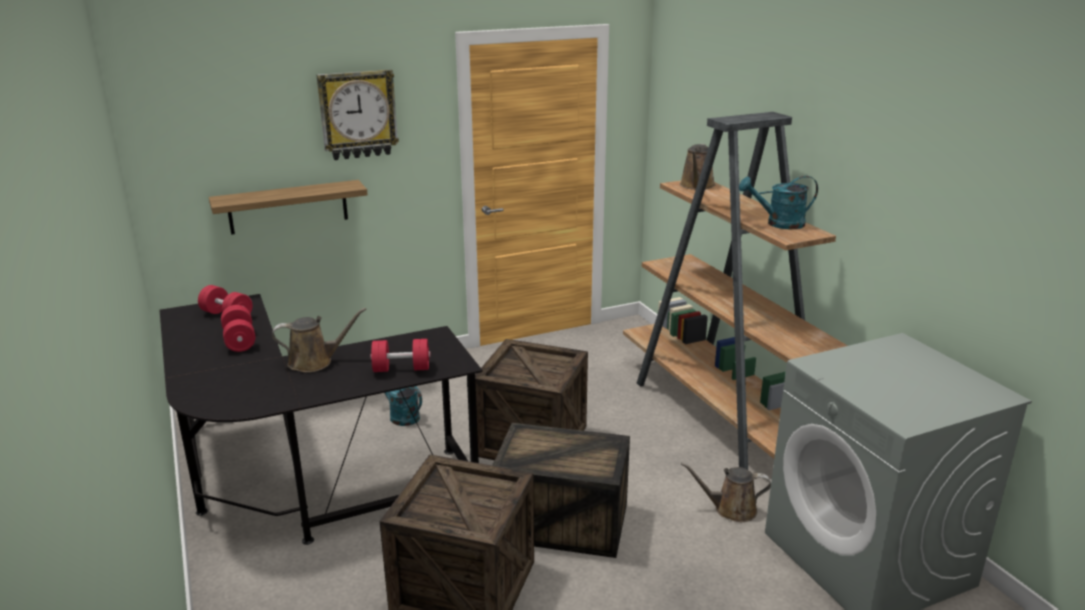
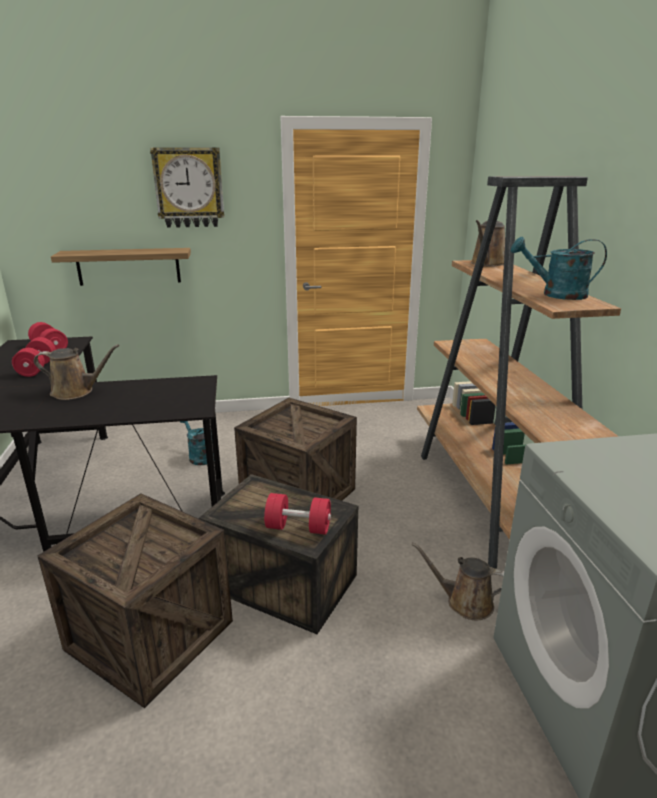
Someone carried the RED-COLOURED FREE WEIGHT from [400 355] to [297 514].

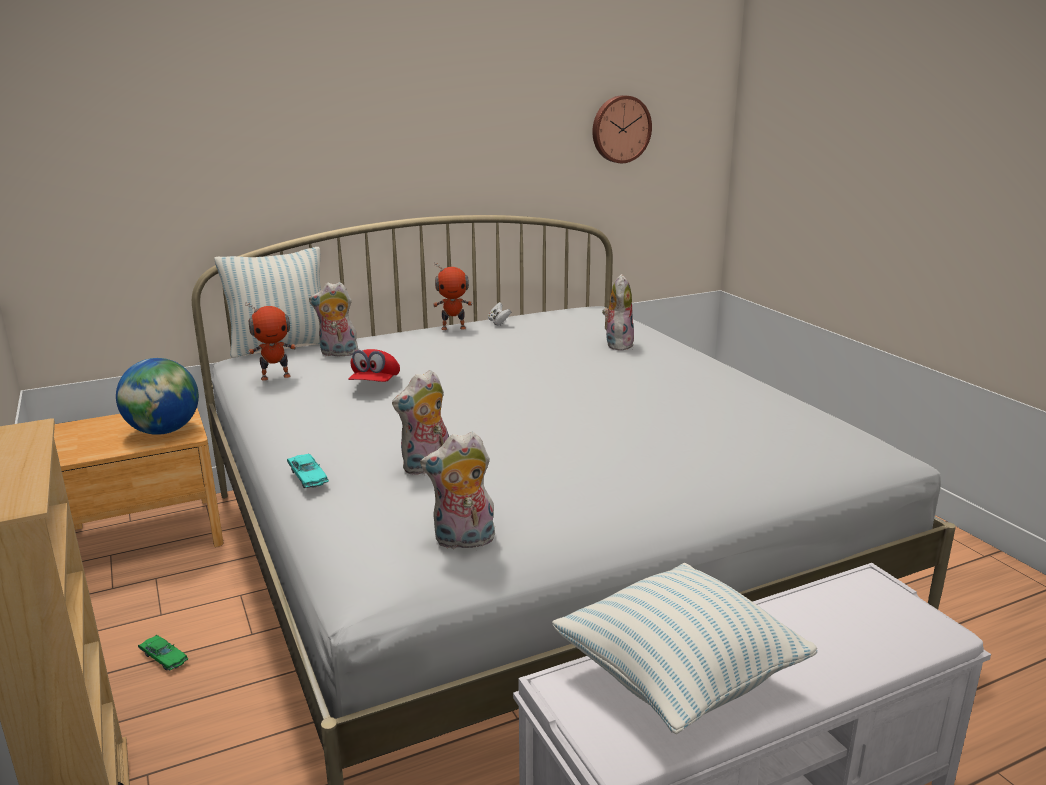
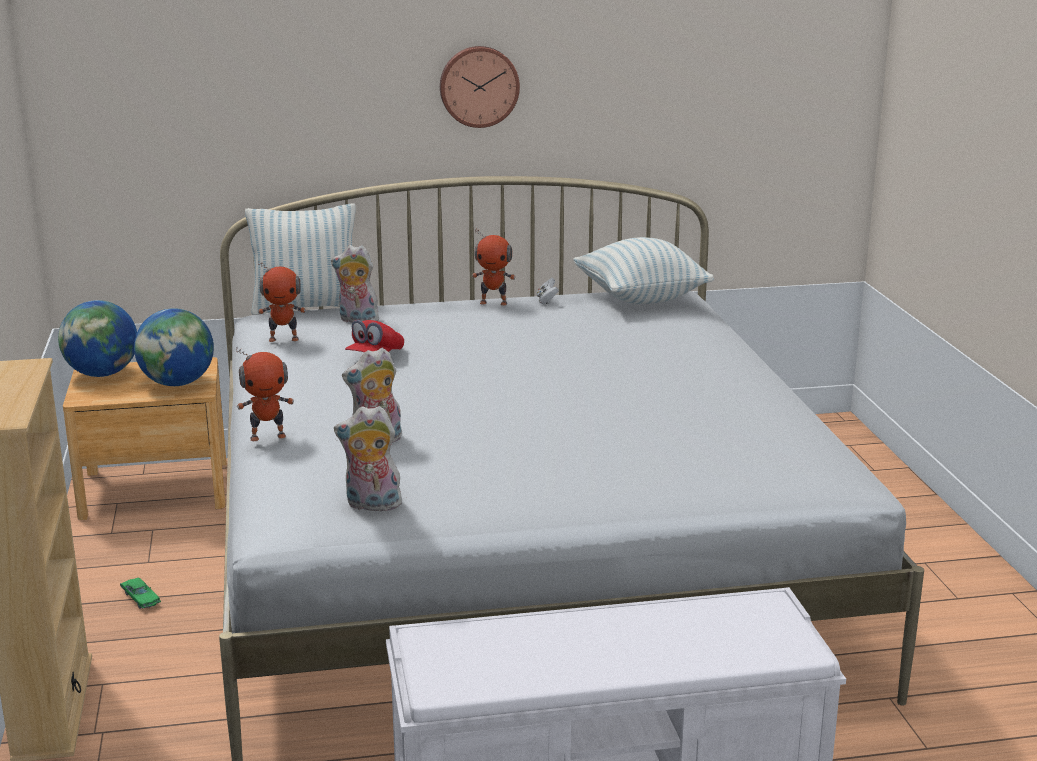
Someone carried the HANGING CLOCK from [622 129] to [480 87].
Someone took away the CUDDLY TOY at [618 312].
Someone swapped the TURQUOISE-COLOURED MINIATURE CAR at [308 471] for the MODEL ROBOT at [265 394].
Someone carried the CUSHION from [684 648] to [643 270].
Someone put down the DESK GLOBE at [97 338].

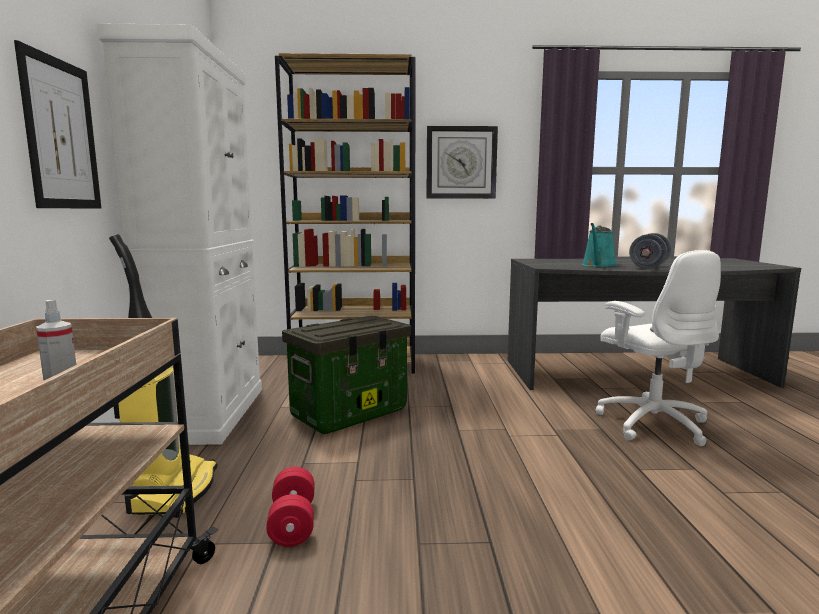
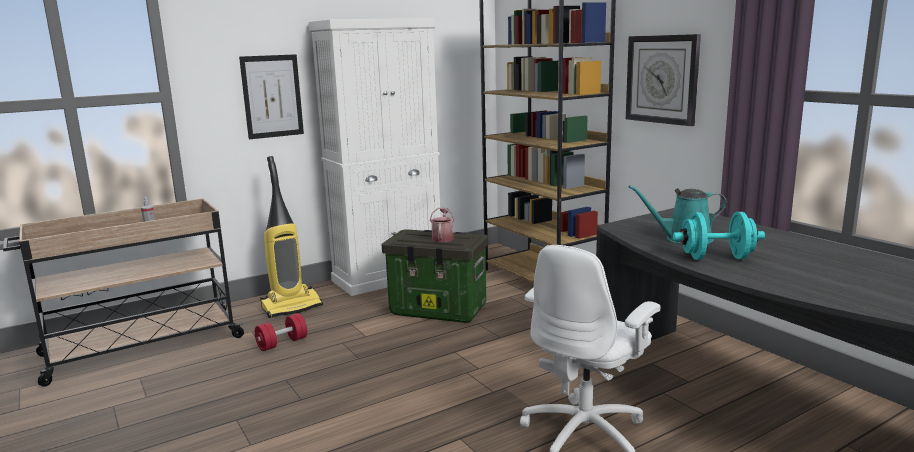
Someone repainted the GREYISH FREE WEIGHT at [650 251], which became the TURQUOISE-COLOURED FREE WEIGHT at [719 236].
Someone put down the SPRINKLING CAN at [442 225].

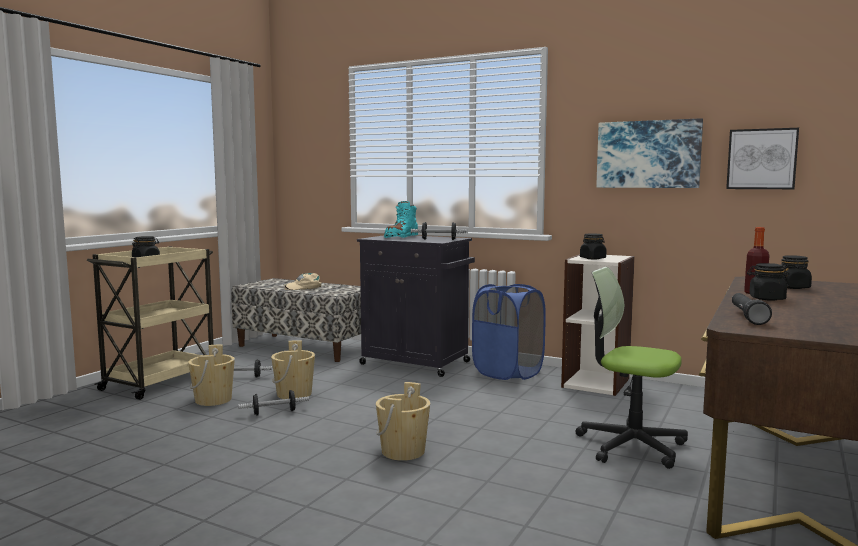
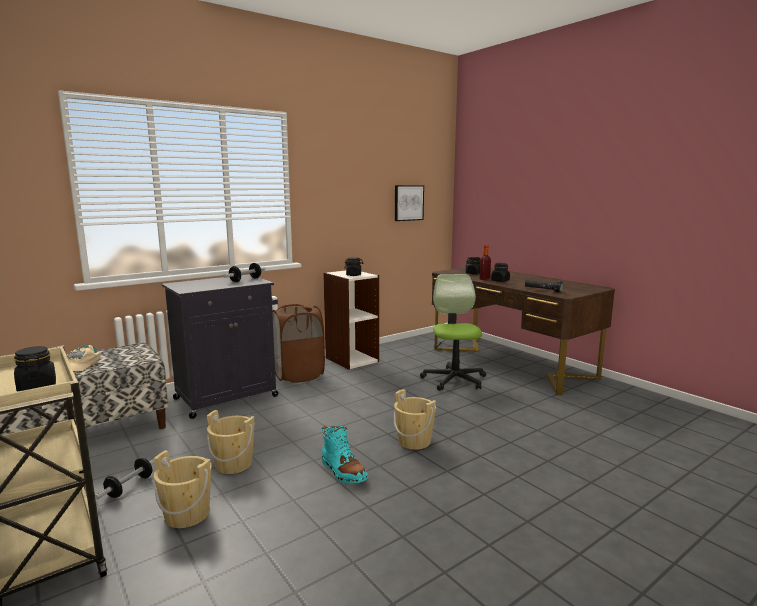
Someone took away the WALL PICTURE at [649 153].
Someone carried the TURQUOISE-COLOURED TALL BOOT from [401 219] to [344 455].
Someone rotated the DESK CHAIR at [632 368] by 120 degrees clockwise.
Someone repainted the BLUISH LAUNDRY BASKET at [509 332], which became the BROWNISH LAUNDRY BASKET at [298 343].
Someone took away the FREE WEIGHT at [273 403].

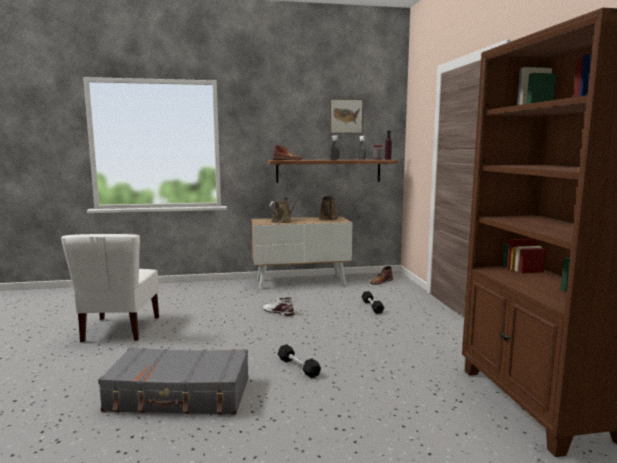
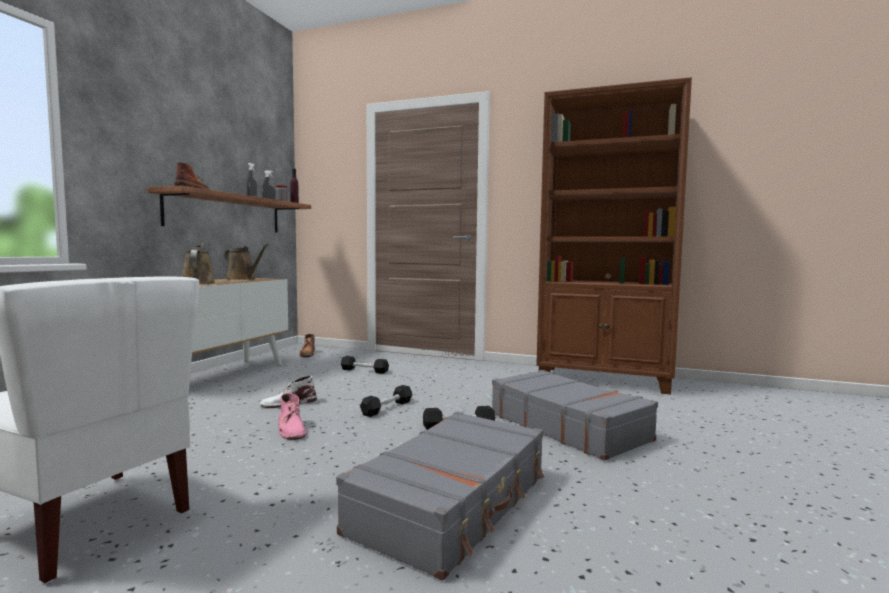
Someone took away the WALL PICTURE at [346 116].
Someone put down the GREYISH SUITCASE at [575 415].
Someone put down the BLACK FREE WEIGHT at [386 401].
Someone put down the PINKISH TALL BOOT at [292 416].

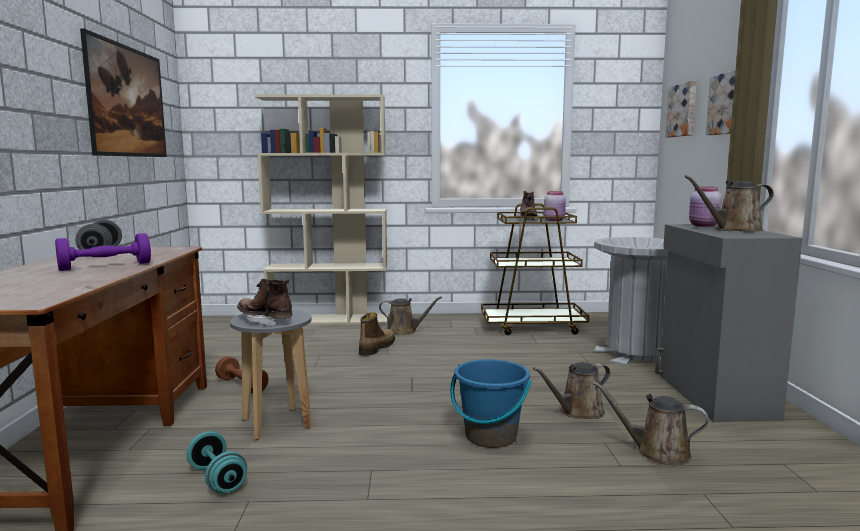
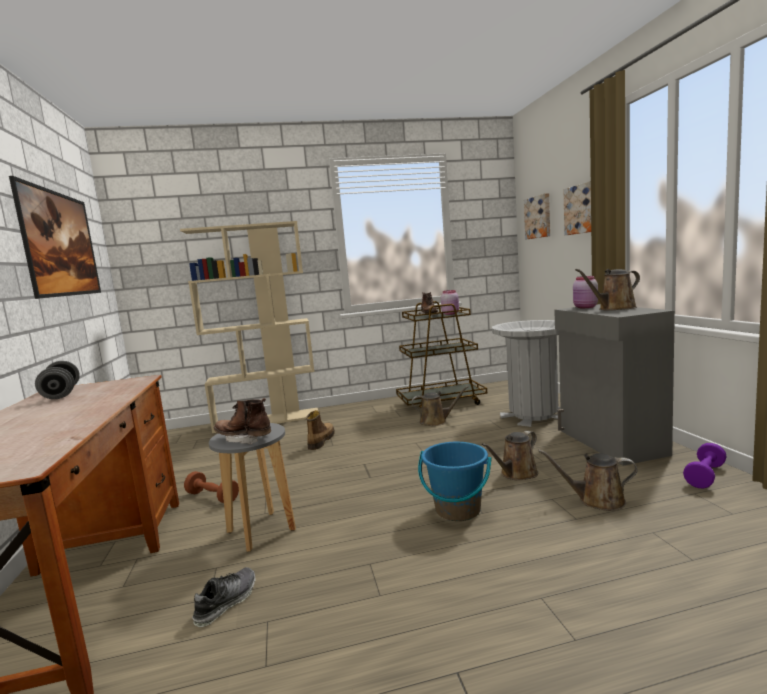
Someone carried the PURPLISH FREE WEIGHT from [103 252] to [705 466].
Someone carried the BROWNISH SPRINKLING CAN from [410 315] to [440 406].
Someone swapped the TURQUOISE-COLOURED FREE WEIGHT at [217 462] for the LOW SHOE at [223 597].

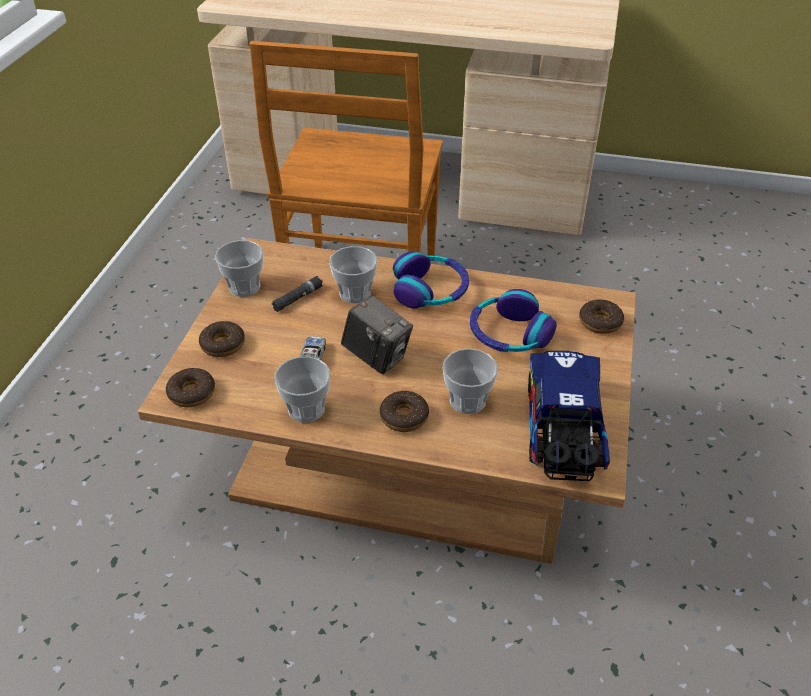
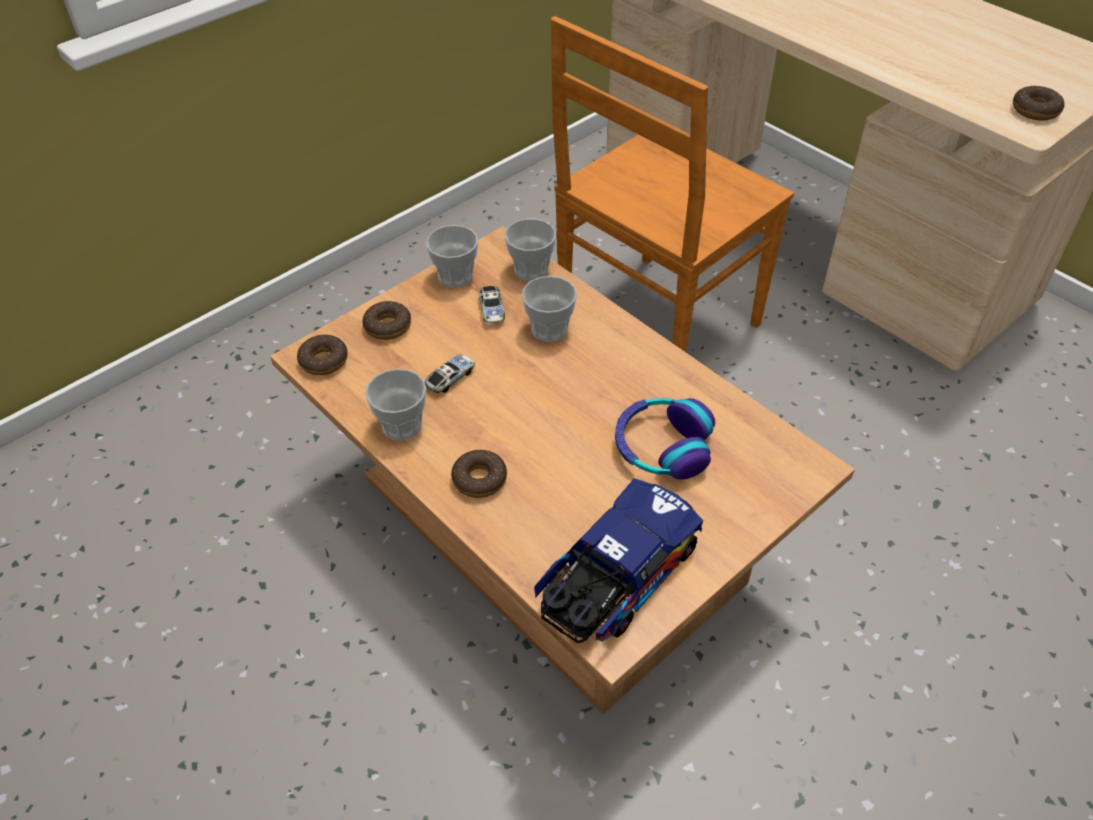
Someone took away the HEADPHONES at [431 280].
Someone swapped the BLACK TORCH at [297 294] for the MINIATURE CAR at [492 304].
Someone took away the PHOTO CAMERA at [377 334].
Someone carried the RING DOUGHNUT from [601 316] to [1039 103].
Someone carried the CUP from [470 381] to [530 250].

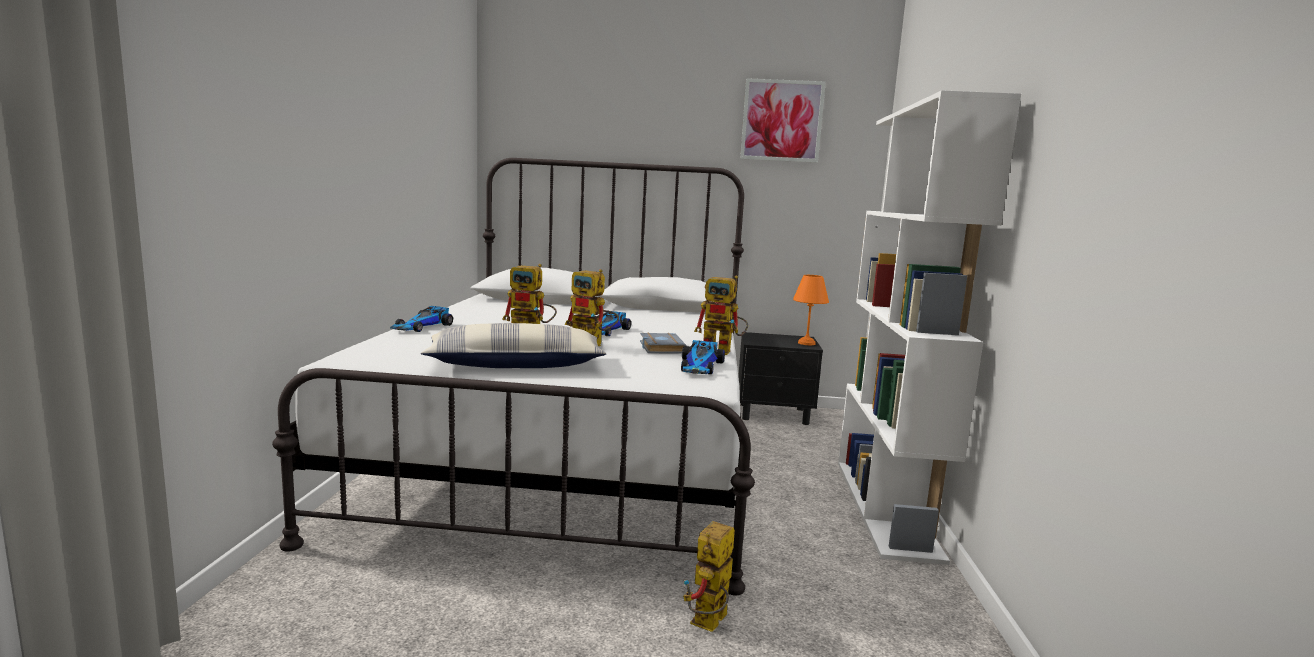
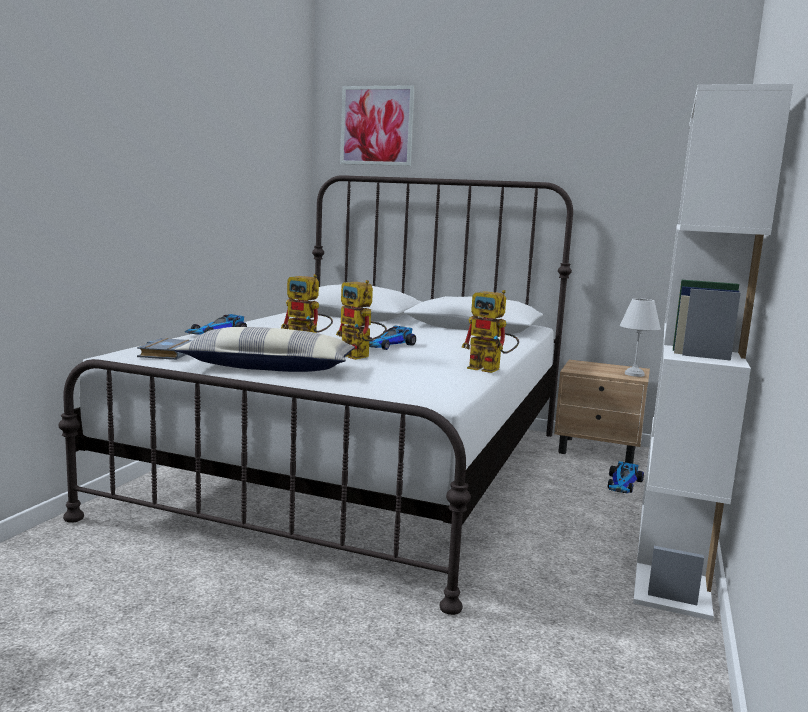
Someone carried the WALL PICTURE from [783 120] to [377 125].
Someone repainted the ORANGE-COLOURED TABLETOP LAMP at [811 310], which became the WHITE-COLOURED TABLETOP LAMP at [640 337].
Someone repainted the BLACK NIGHT TABLE at [780 378], which became the SAND-COLOURED NIGHT TABLE at [602 412].
Someone carried the GREYISH BOOK from [663 343] to [164 349].
Someone carried the MINIATURE CAR from [703 357] to [626 477].
Someone took away the MODEL ROBOT at [709 576].

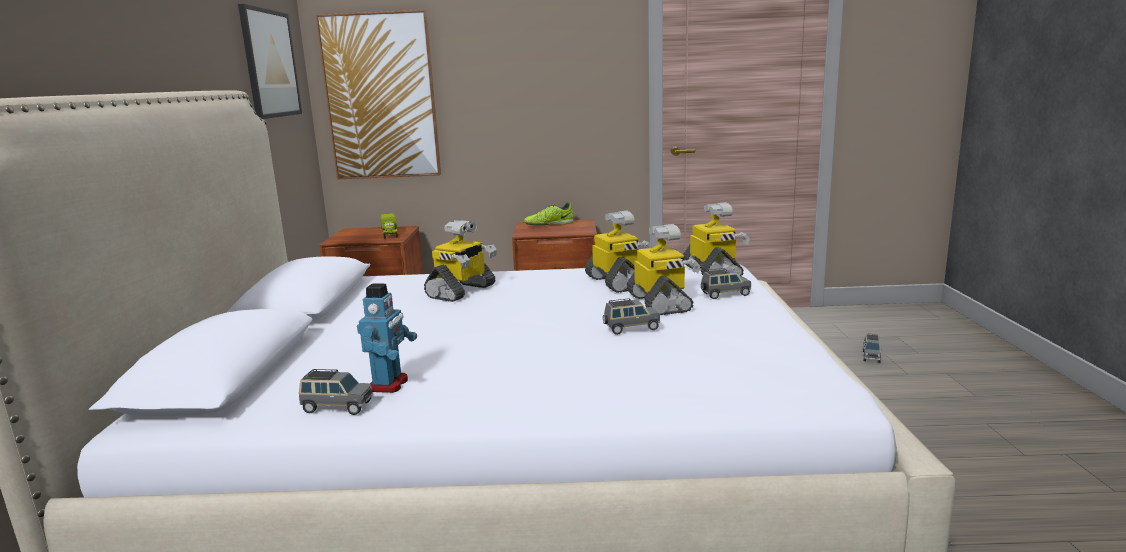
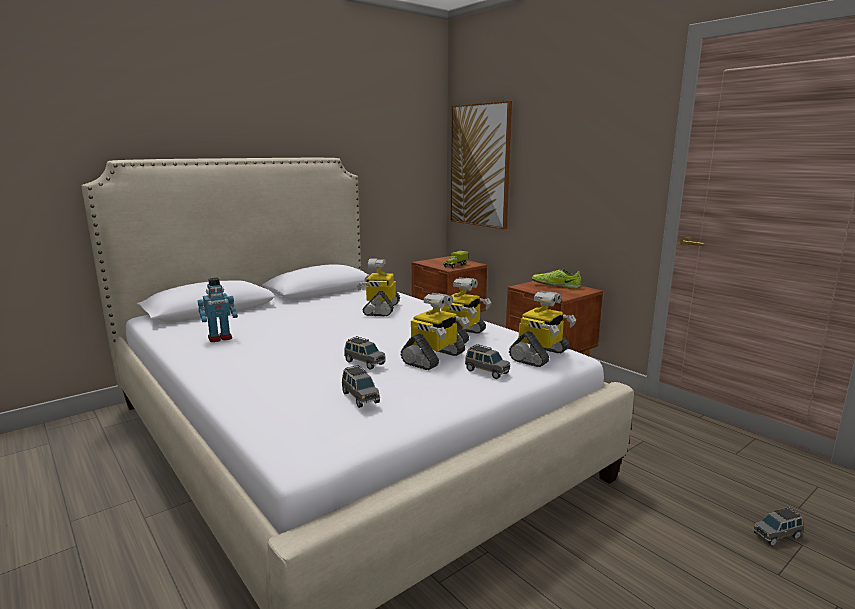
Someone took away the WALL PICTURE at [270 61].
Someone rotated the MODEL ROBOT at [460 261] by 105 degrees clockwise.
Someone carried the GREYISH MINIATURE CAR from [336 392] to [361 386].

